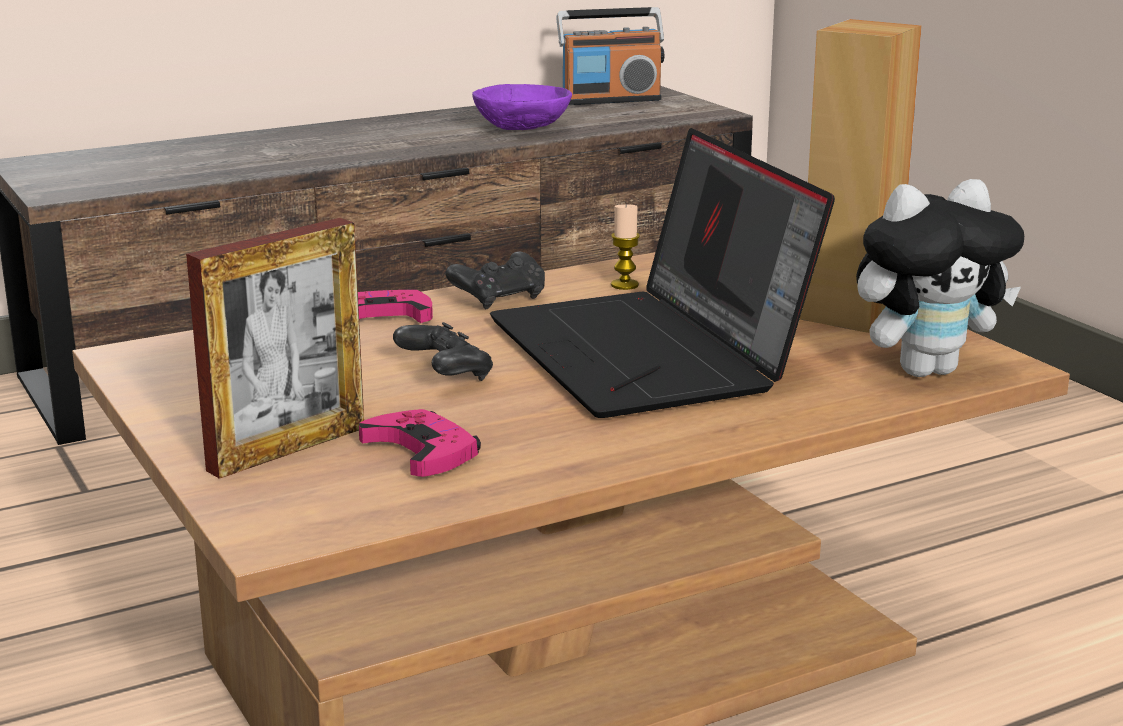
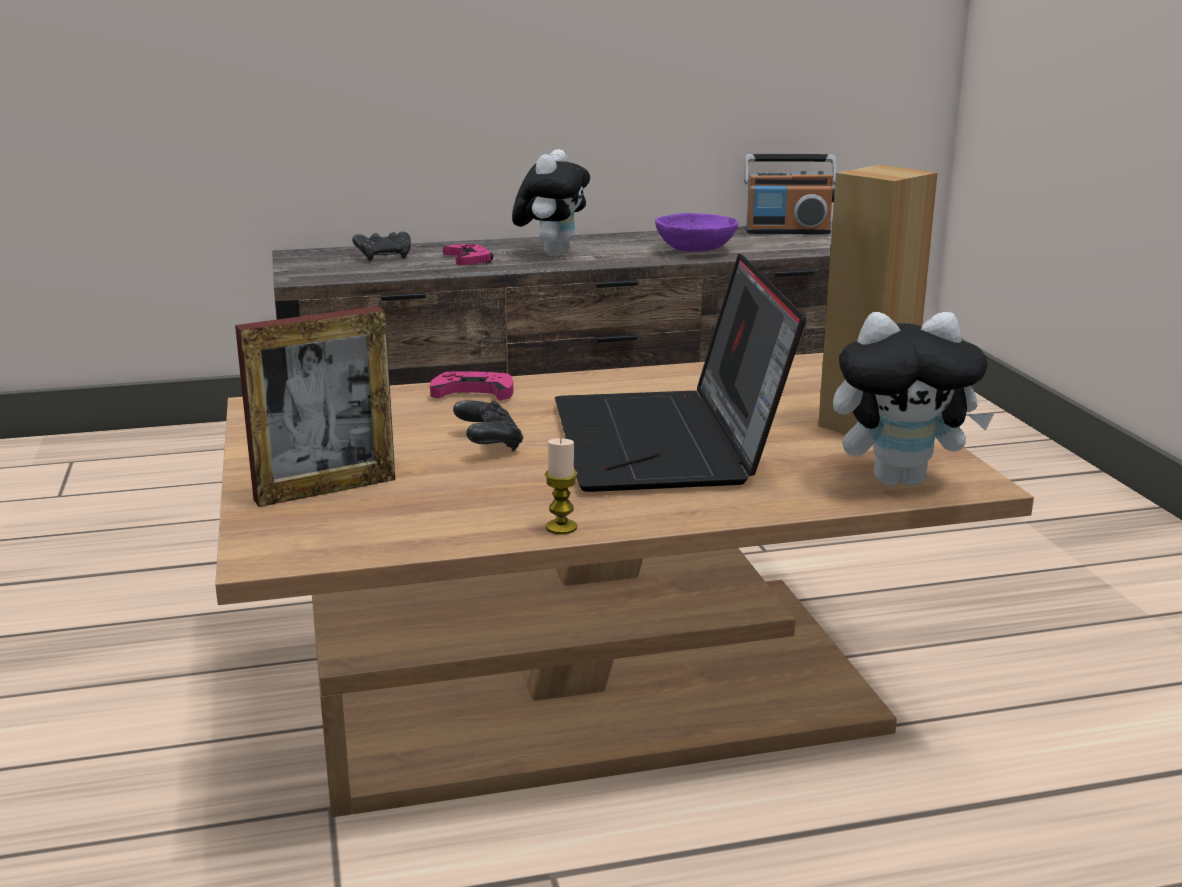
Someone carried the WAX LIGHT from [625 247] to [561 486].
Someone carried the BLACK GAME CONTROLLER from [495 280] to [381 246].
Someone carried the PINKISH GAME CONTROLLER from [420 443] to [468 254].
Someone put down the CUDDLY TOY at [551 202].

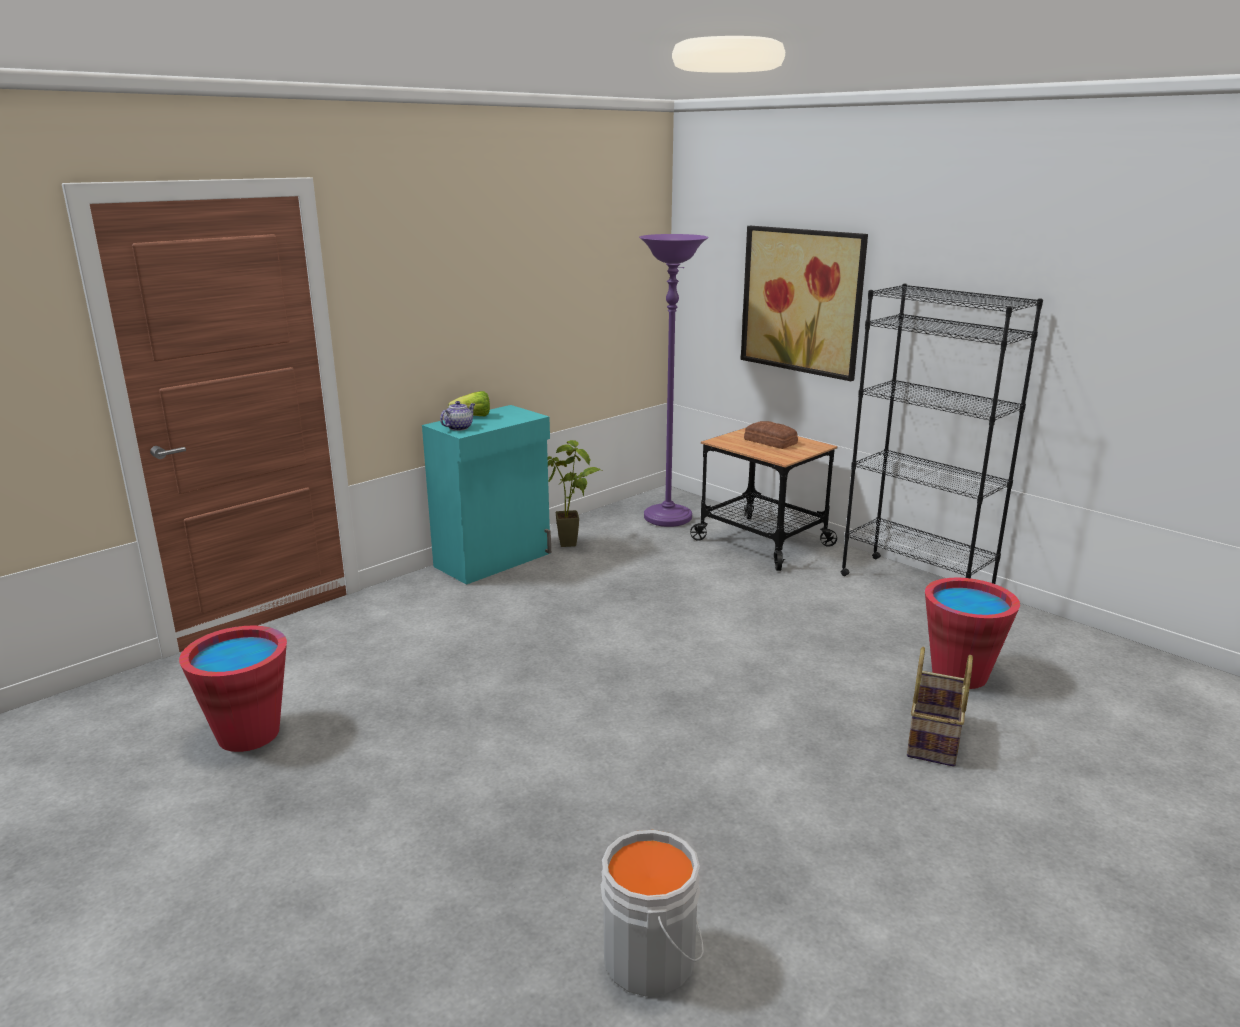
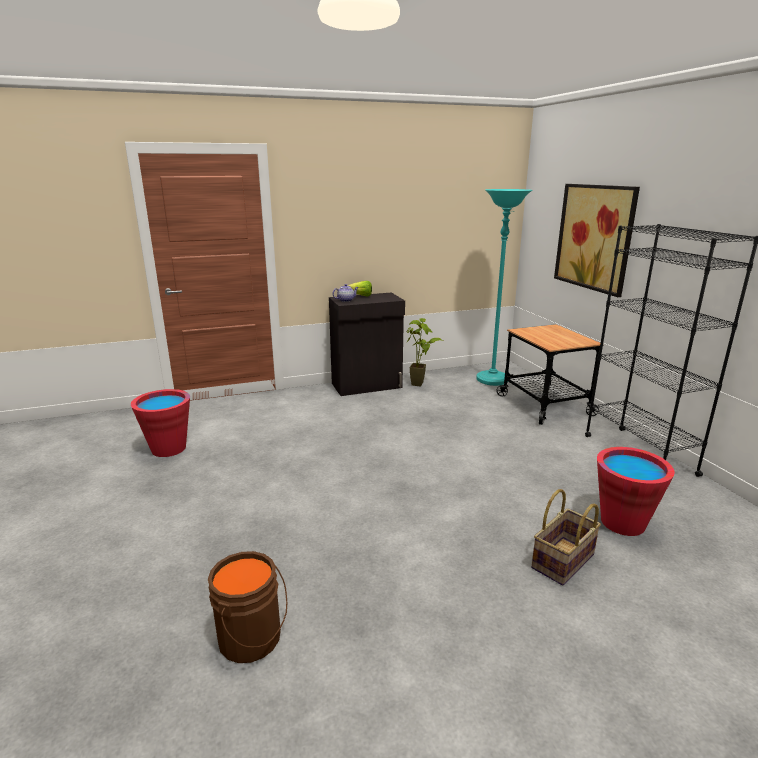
Someone repainted the PURPLISH FLOOR LAMP at [674 380], which became the TURQUOISE-COLOURED FLOOR LAMP at [504 287].
Someone repainted the TURQUOISE-COLOURED CUPBOARD at [486 495], which became the BLACK CUPBOARD at [367 344].
Someone took away the BAKED BREAD at [771 435].
Someone repainted the GREYISH BUCKET at [652 913], which became the BROWNISH BUCKET at [247 607].

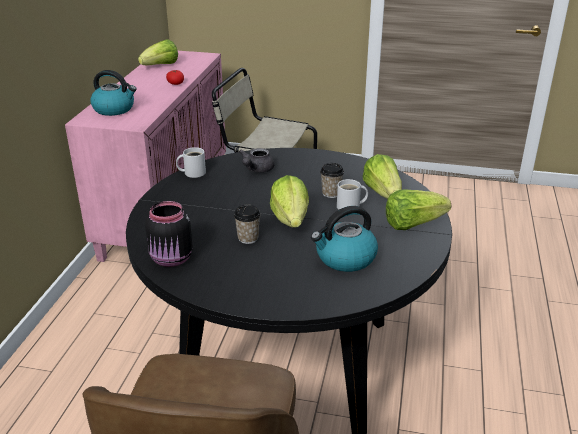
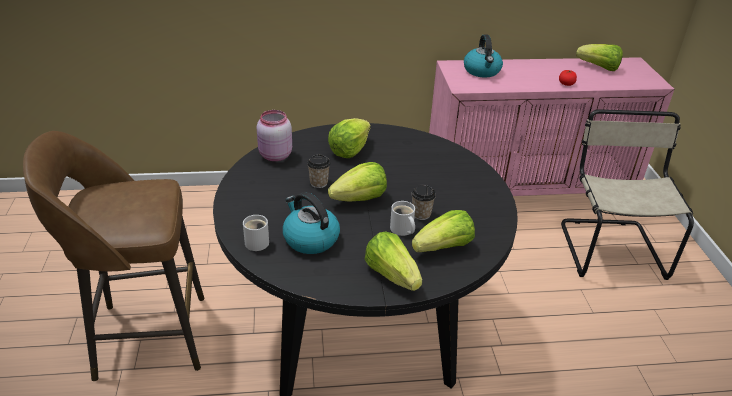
Someone carried the WHITE-COLOURED MUG from [191 162] to [256 233].
Someone took away the GREYISH TEAPOT at [256 160].
Someone repainted the BLACK JAR at [169 234], which became the PINKISH JAR at [274 135].
Someone put down the LETTUCE at [349 138].

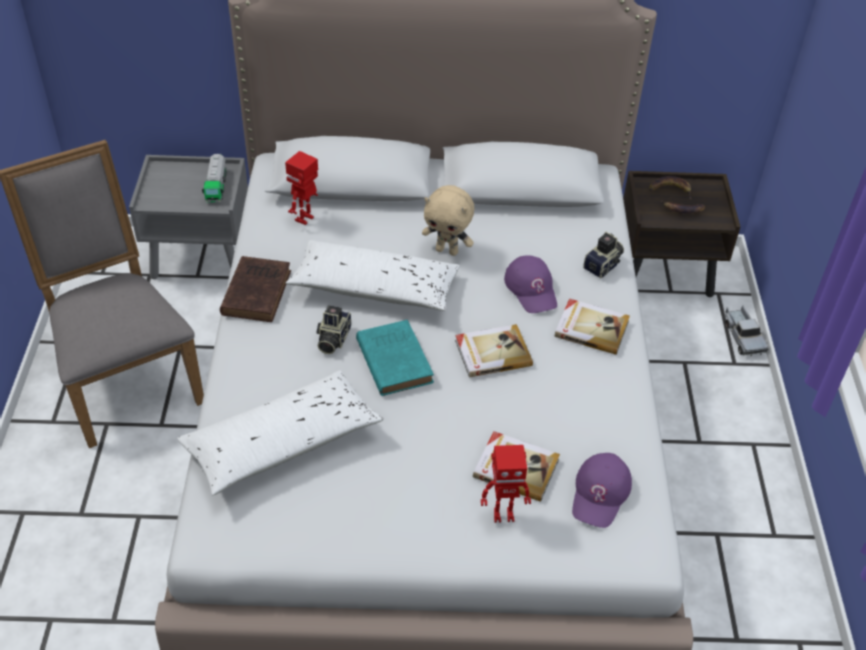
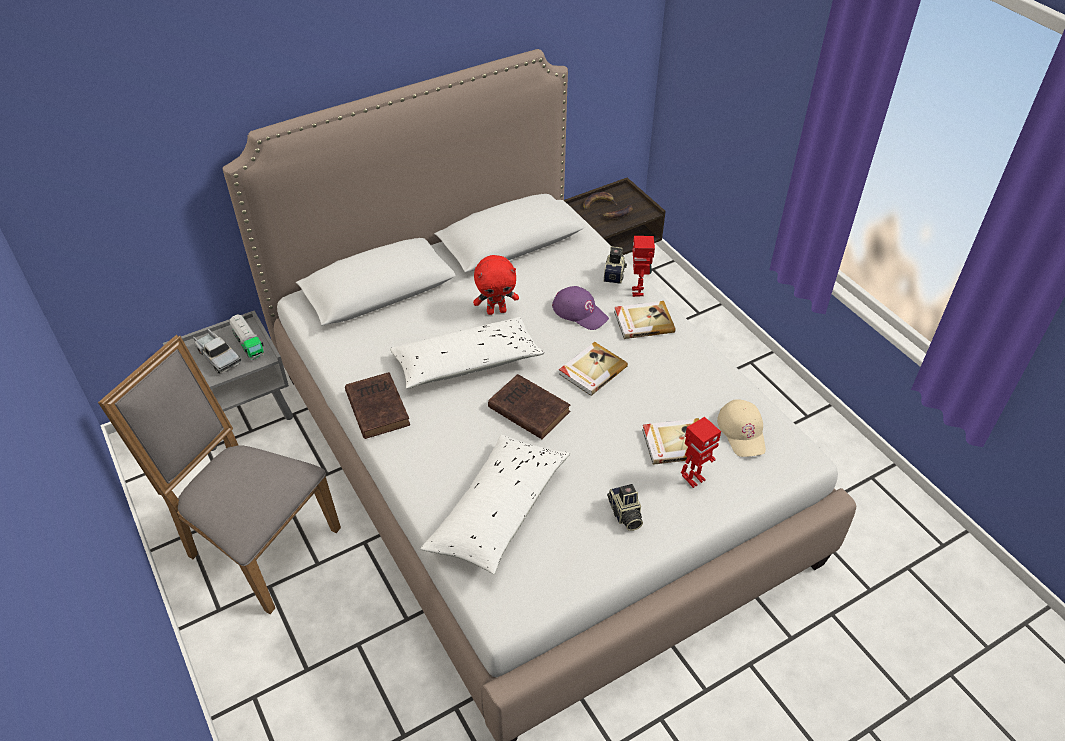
Someone carried the MODEL ROBOT from [301 188] to [643 266].
Someone repainted the SAND-COLOURED CUDDLY TOY at [448 220], which became the RED-COLOURED CUDDLY TOY at [496 285].
Someone carried the PHOTO CAMERA from [333 329] to [625 507].
Someone carried the MODEL TRUCK from [746 330] to [217 351].
Someone repainted the TURQUOISE-COLOURED BOOK at [395 358], which became the BROWNISH BOOK at [529 406].
Someone repainted the PURPLISH CAP at [602 490], which became the SAND-COLOURED CAP at [741 428].

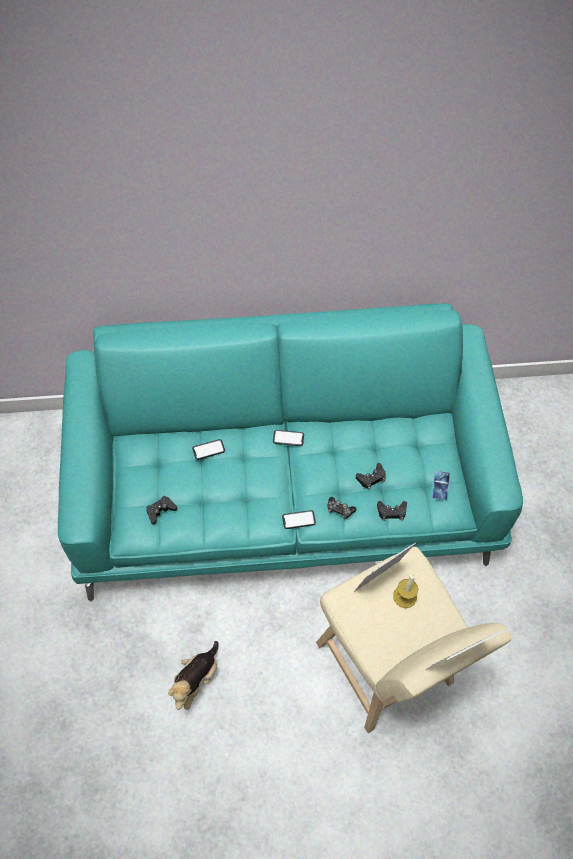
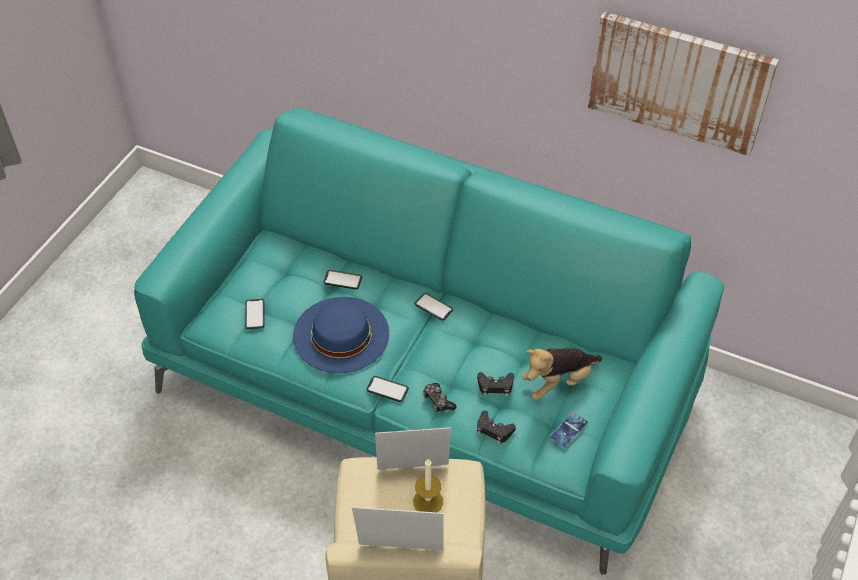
Someone swapped the BLACK GAME CONTROLLER at [161 510] for the TELEPHONE at [255 314].
Someone carried the CUDDLY TOY from [193 675] to [562 374].
Someone put up the WALL PICTURE at [683 84].
Someone put down the BLUISH CLOTHING HAT at [341 335].

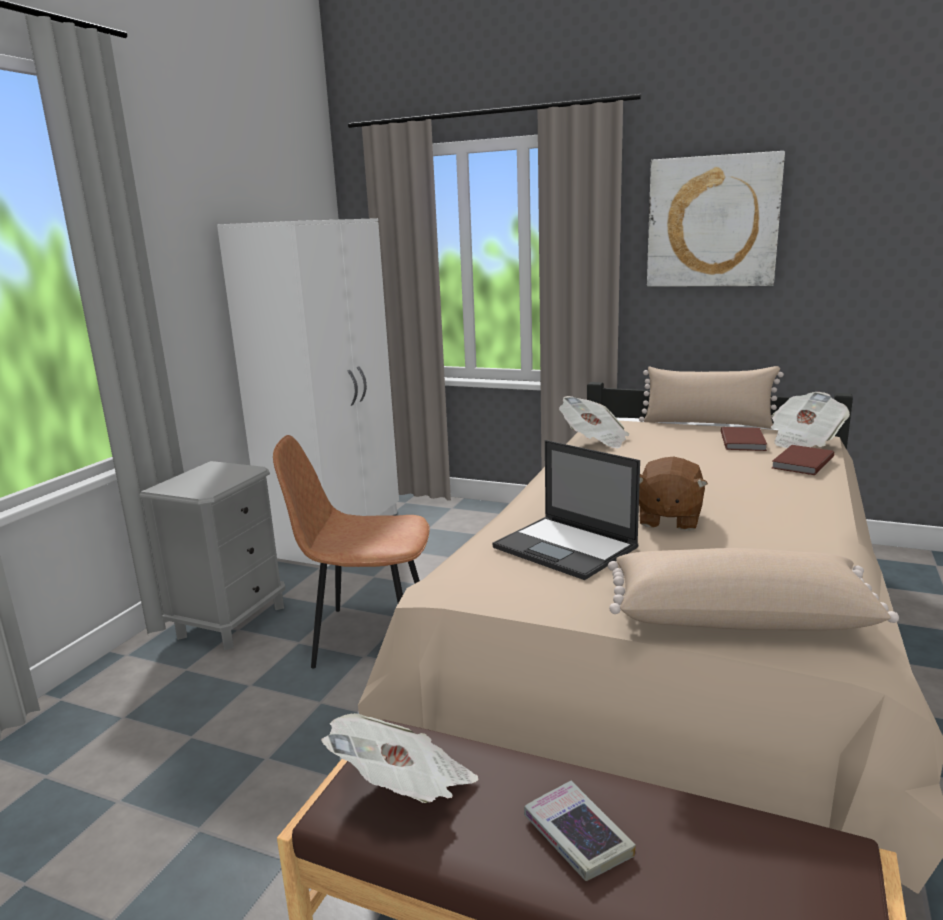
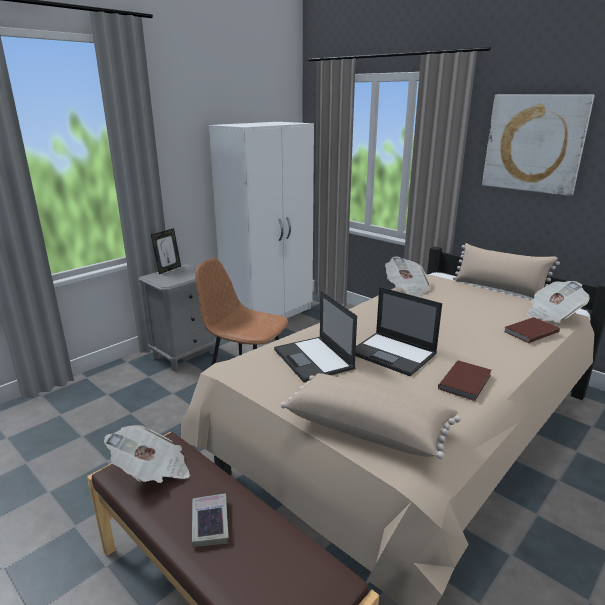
Someone carried the BROWNISH BOOK from [744 439] to [465 380].
Someone swapped the BROWNISH CUDDLY TOY at [673 494] for the LAPTOP at [398 331].
Someone put down the PICTURE FRAME at [166 251].

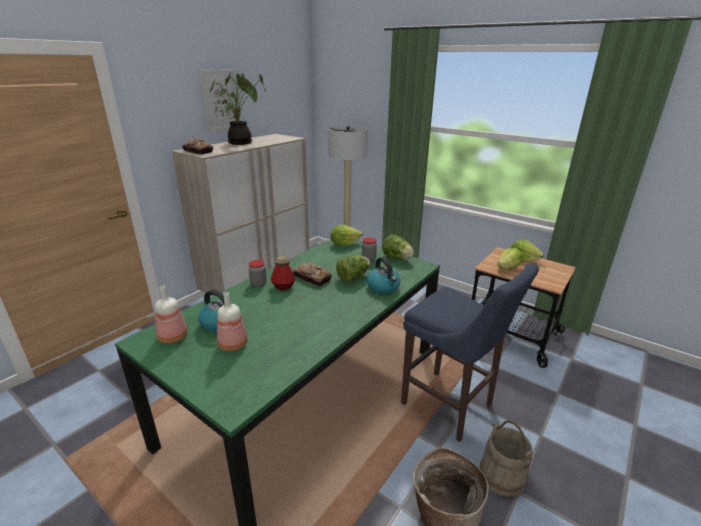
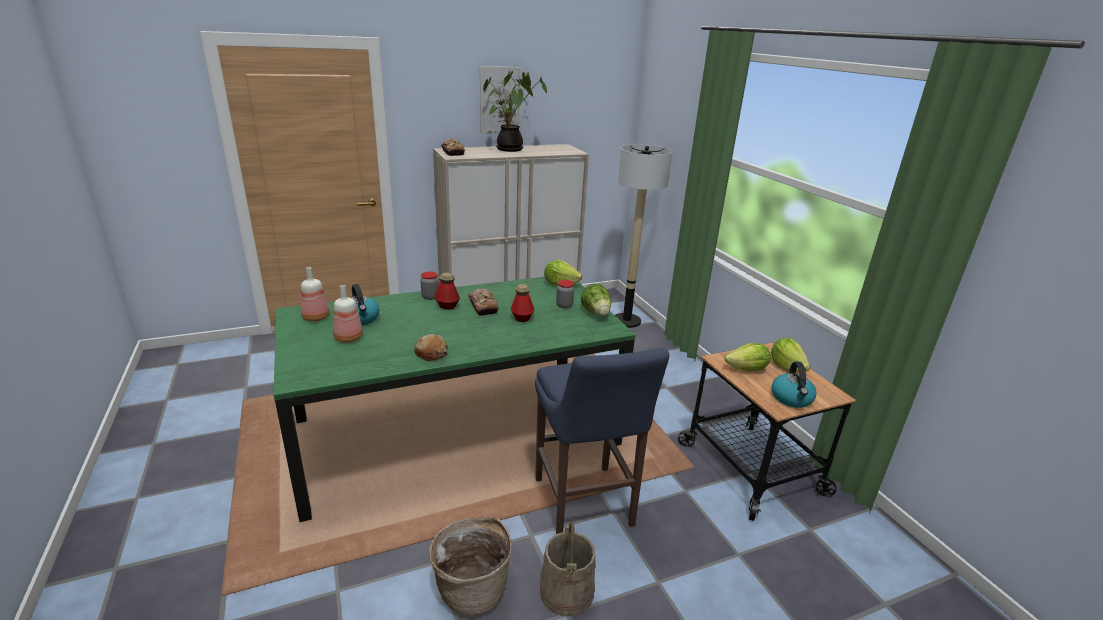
Someone swapped the LETTUCE at [353 268] for the BEVERAGE BOTTLE at [522 303].
Someone carried the KETTLE from [383 275] to [794 384].
Someone put down the BAKED BREAD at [431 347].

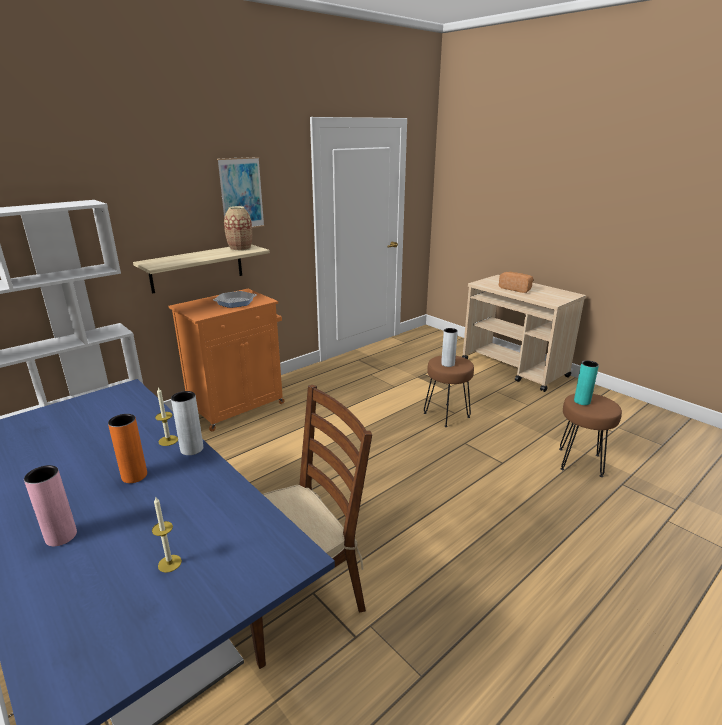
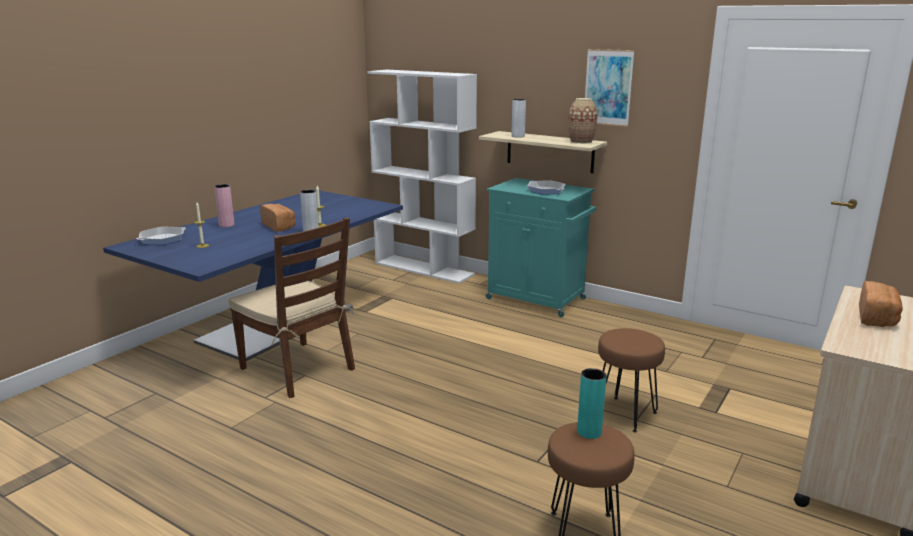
Someone repainted the ORANGE-COLOURED CUPBOARD at [227 360], which became the TURQUOISE-COLOURED CUPBOARD at [541 247].
Someone carried the GREYISH FLOWER VASE from [449 347] to [518 118].
Someone swapped the ORANGE-COLOURED FLOWER VASE at [127 448] for the BAKED BREAD at [277 218].
Someone put down the SKILLET at [161 236].

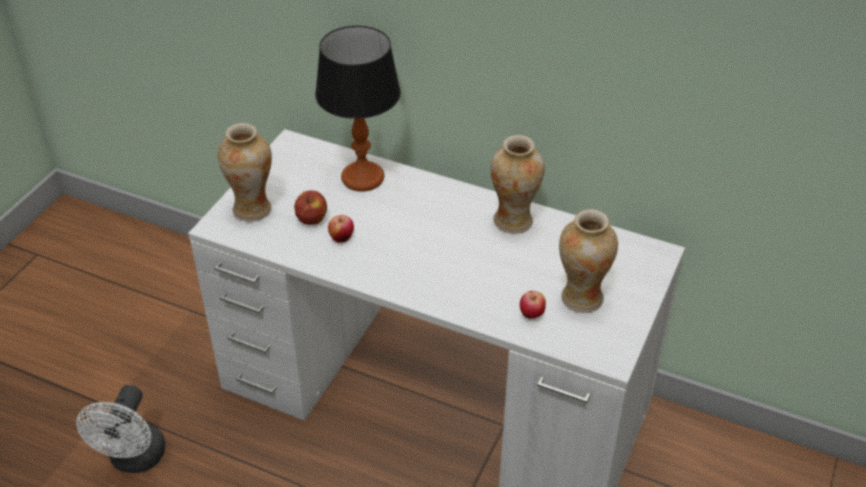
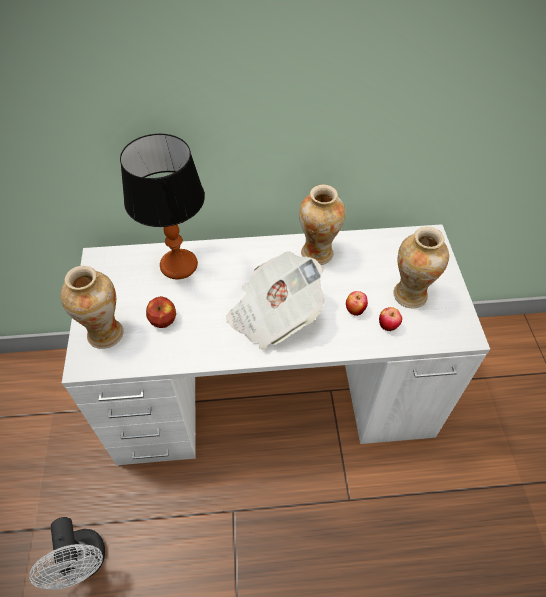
Someone carried the APPLE FRUIT from [341 229] to [357 303].
Someone put down the DAILY PAPER at [275 300].

